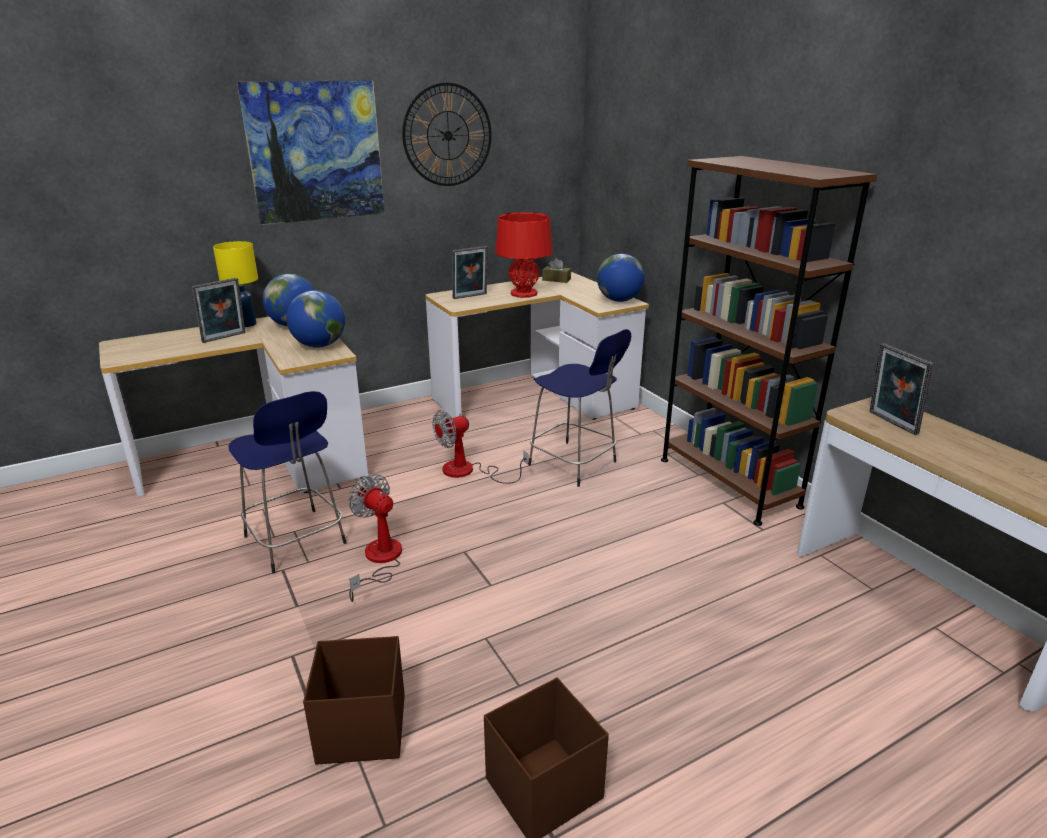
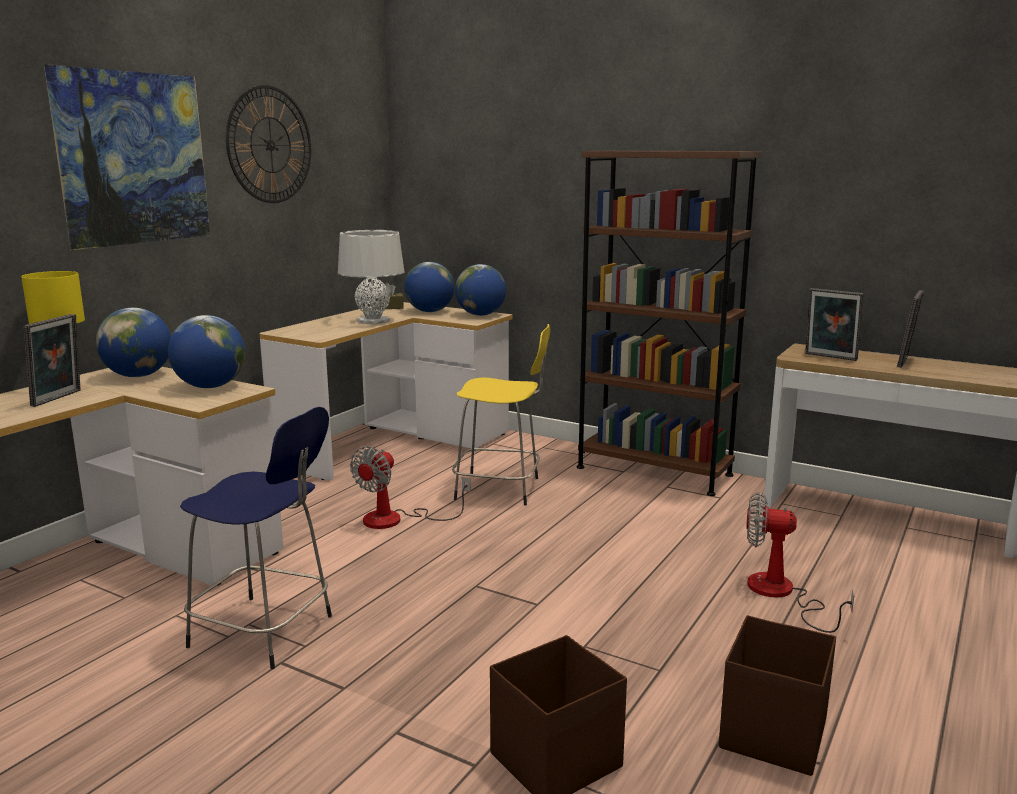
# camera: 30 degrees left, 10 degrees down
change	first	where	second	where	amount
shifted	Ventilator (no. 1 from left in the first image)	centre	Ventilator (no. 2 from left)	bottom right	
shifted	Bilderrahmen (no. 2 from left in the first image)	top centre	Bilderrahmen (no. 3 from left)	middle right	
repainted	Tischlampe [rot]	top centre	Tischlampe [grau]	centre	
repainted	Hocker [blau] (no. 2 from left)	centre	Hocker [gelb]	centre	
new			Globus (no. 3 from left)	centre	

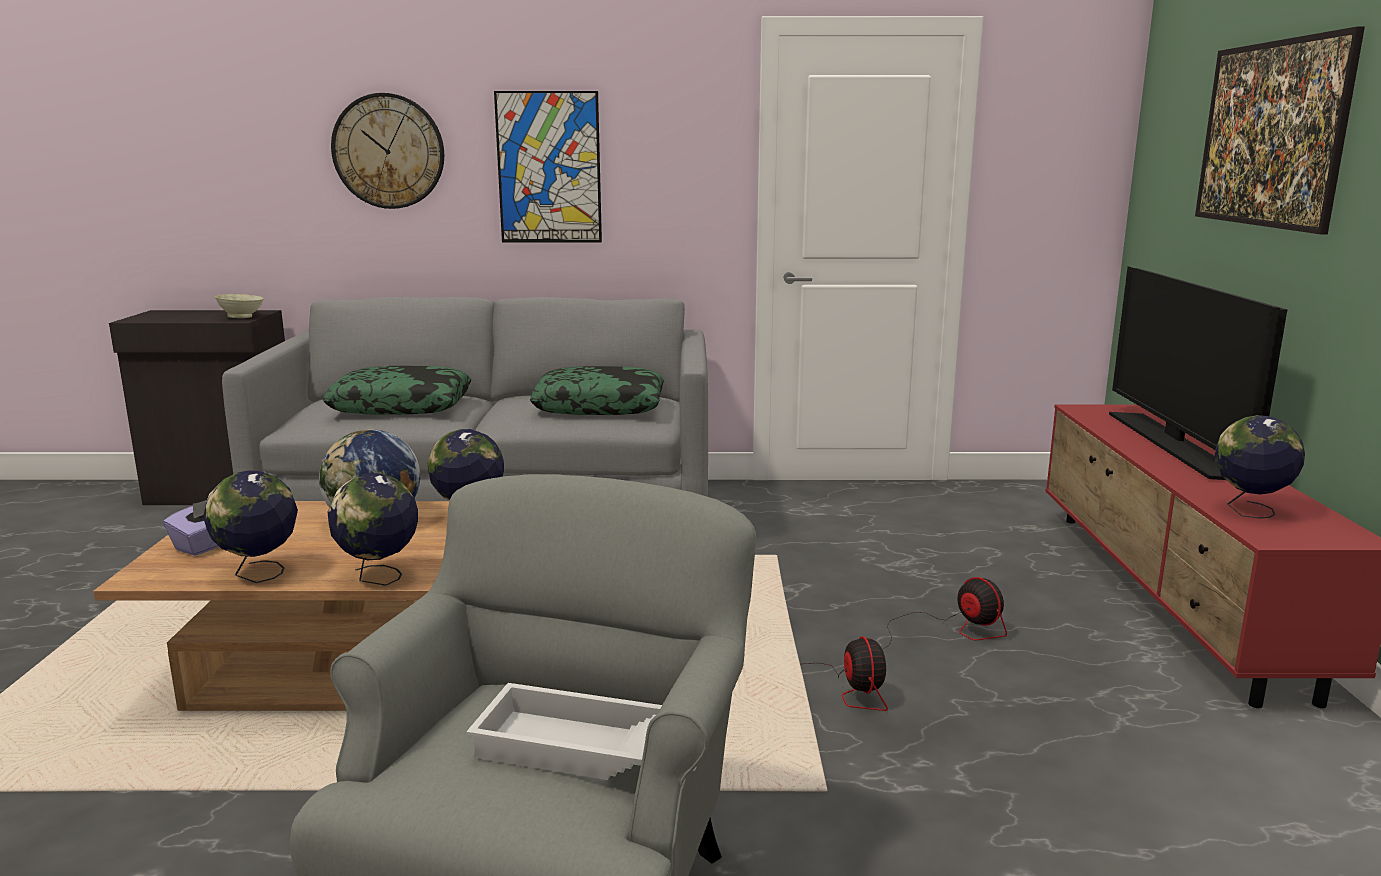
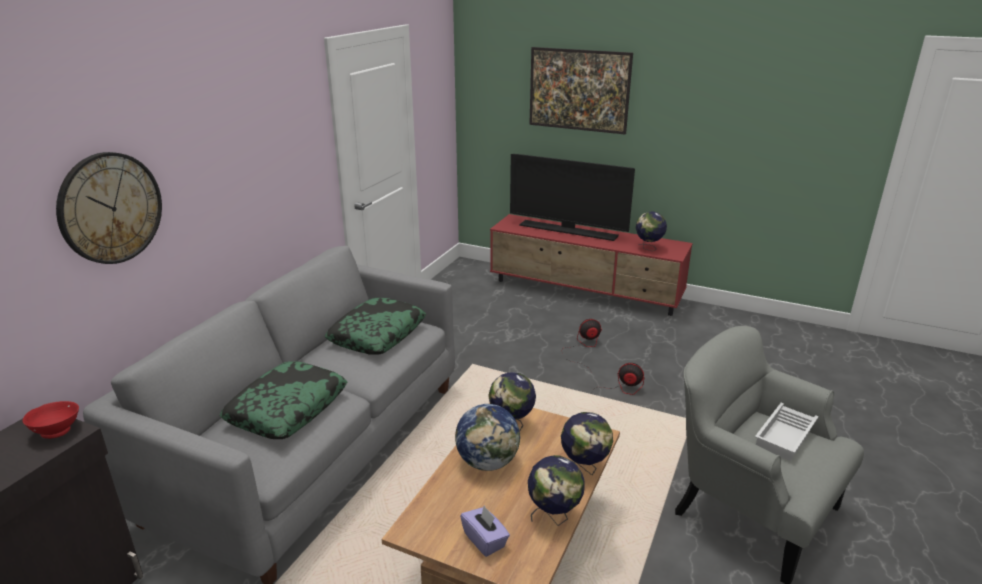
# camera: 65 degrees left, 10 degrees up
change	first	where	second	where	amount
repainted	Schüssel [beige]	middle left	Schüssel [rot]	bottom left	
gone	Bild (no. 1 from left)	top centre			

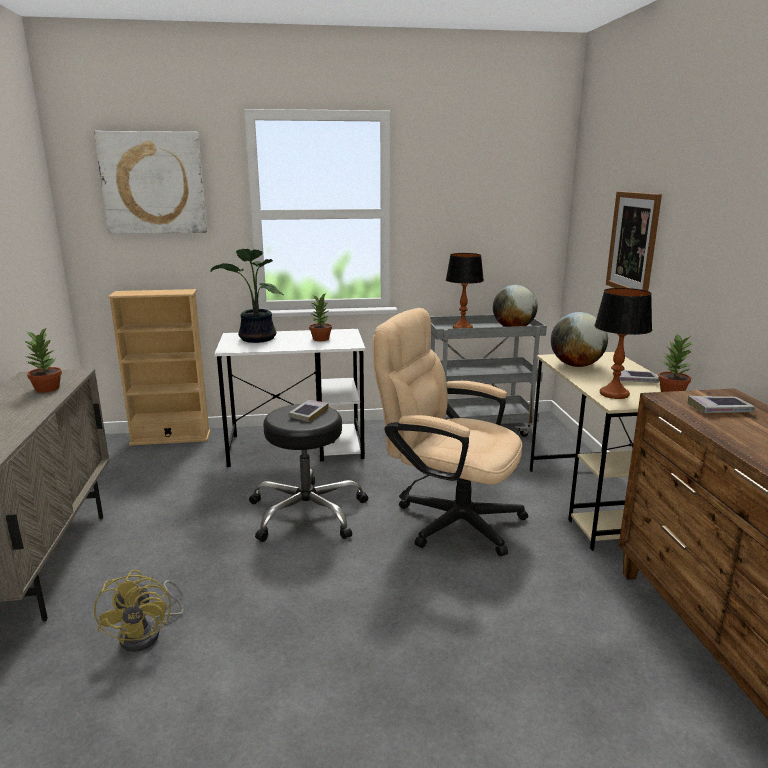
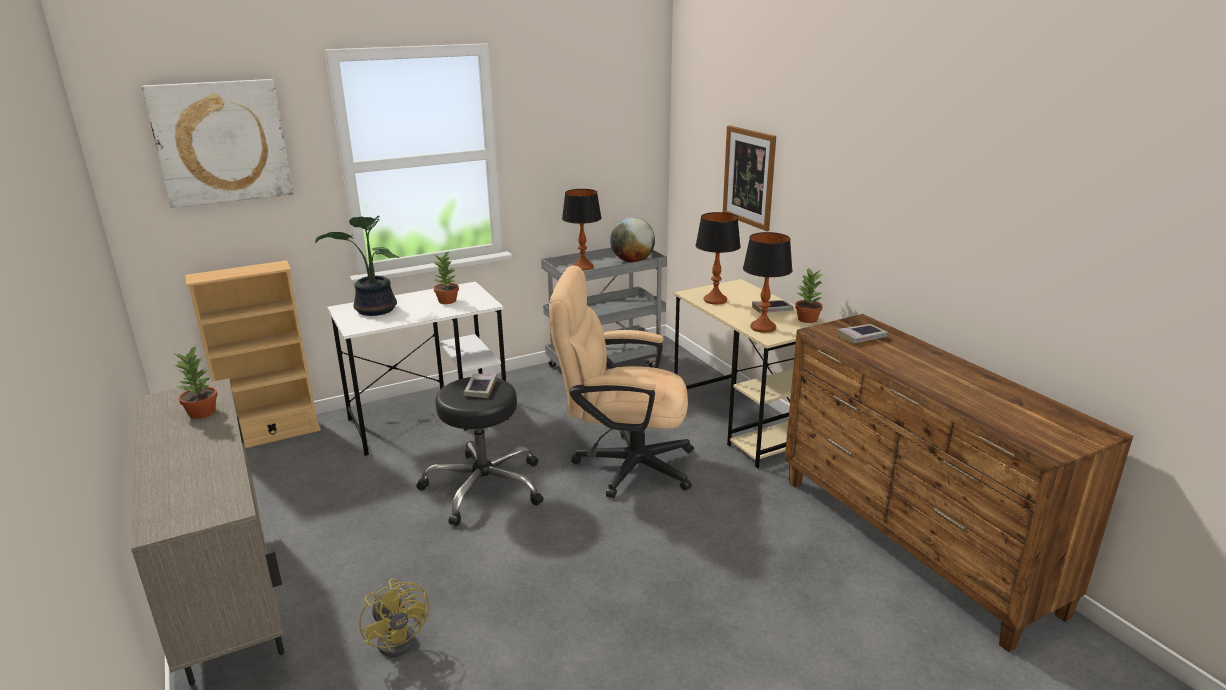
# camera: 20 degrees left, 5 degrees up
change	first	where	second	where	amount
swapped	Globus (no. 2 from left)	middle right	Tischlampe (no. 2 from left)	centre	

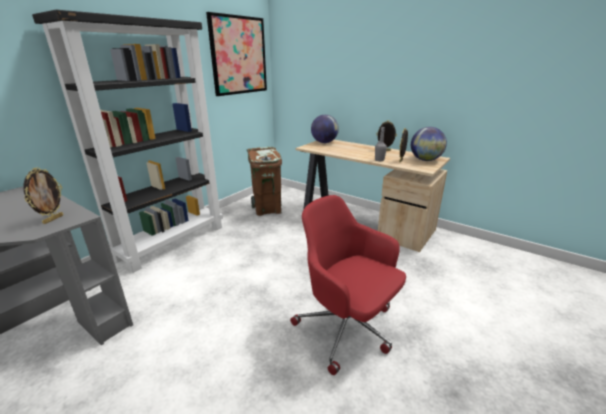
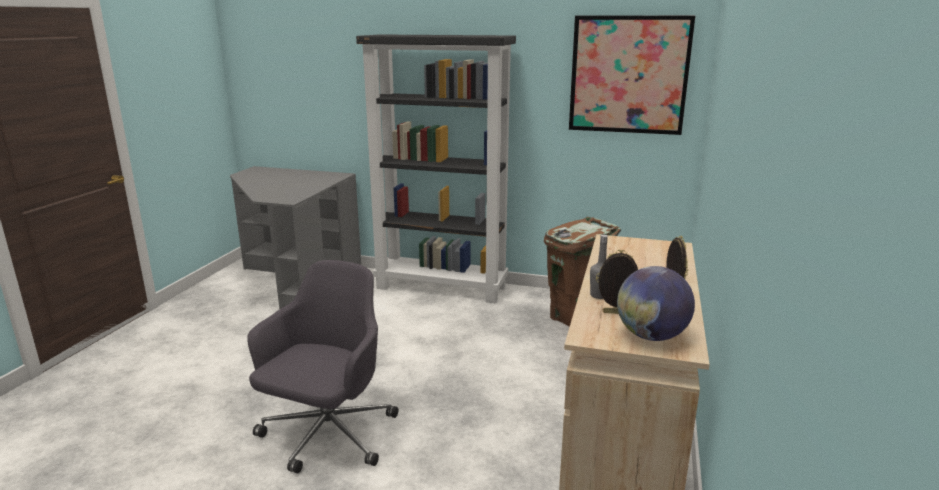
# camera: 70 degrees right, 5 degrees down
change	first	where	second	where	amount
gone	Bilderrahmen (no. 1 from left)	middle left			
repainted	Bürostuhl [rot]	bottom centre	Bürostuhl [grau]	bottom centre	
gone	Globus (no. 1 from left)	top centre			

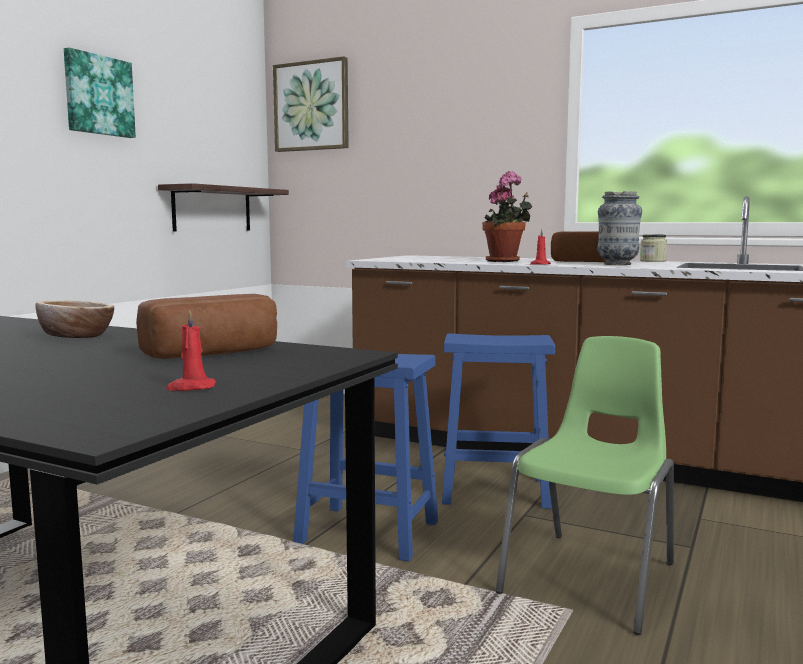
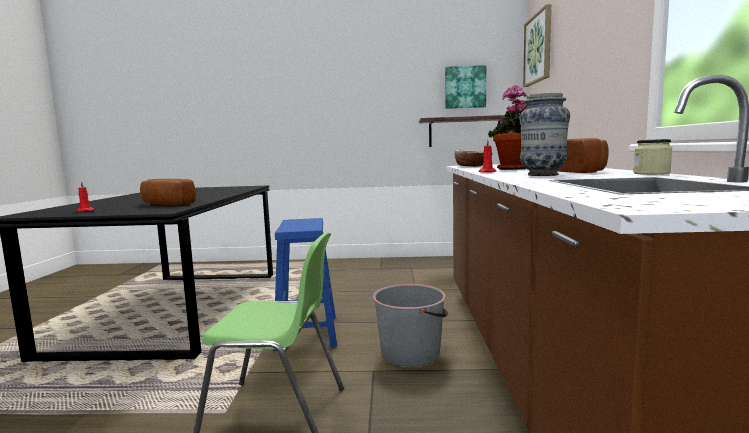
# camera: 65 degrees right, 0 degrees up
change	first	where	second	where	amount
shifted	Schüssel	middle left		centre	
shifted	Bild (no. 1 from left)	top left		top centre	
swapped	Hocker [blau] (no. 2 from left)	centre	Eimer [grau]	bottom centre	

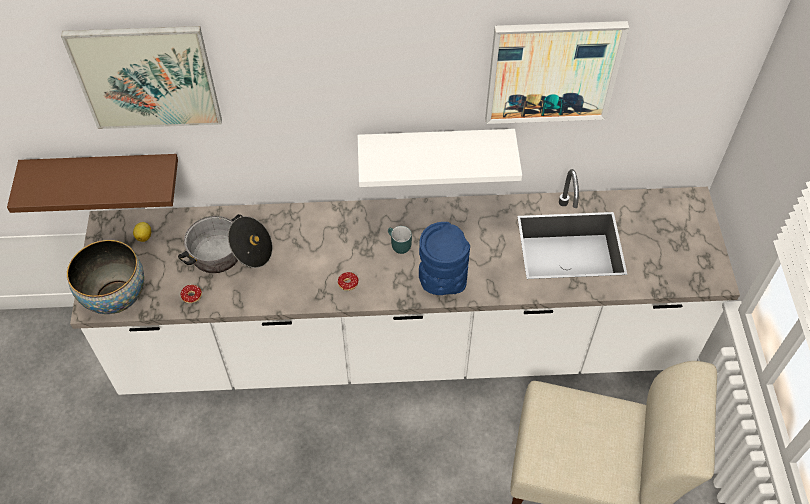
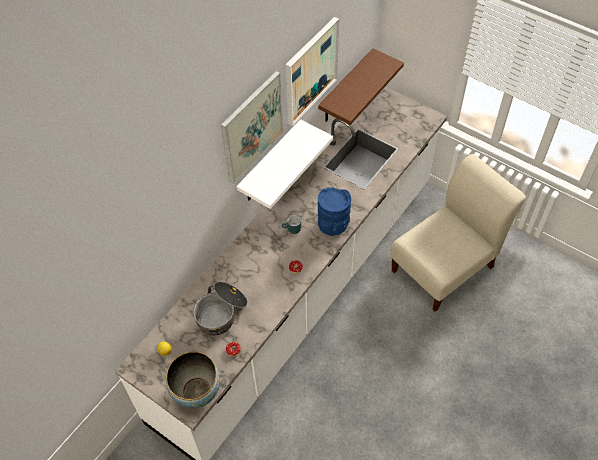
# camera: 50 degrees left, 0 degrees up
change	first	where	second	where	amount
shifted	Wandregal [braun]	middle left		top centre	
shifted	Bild (no. 1 from left)	top left		top centre	

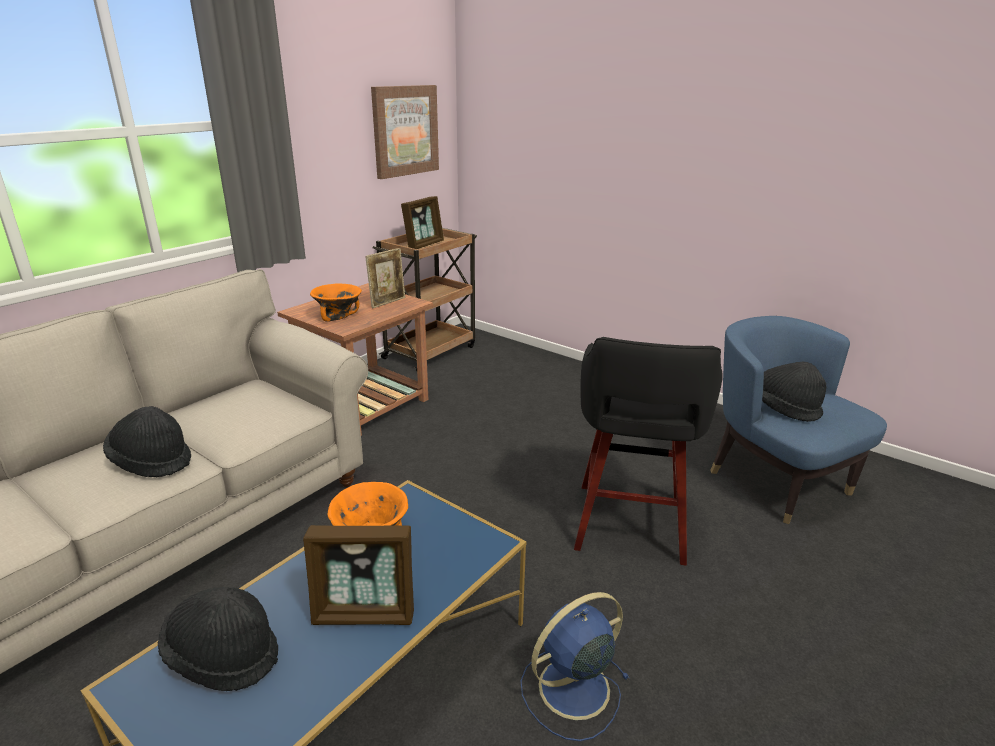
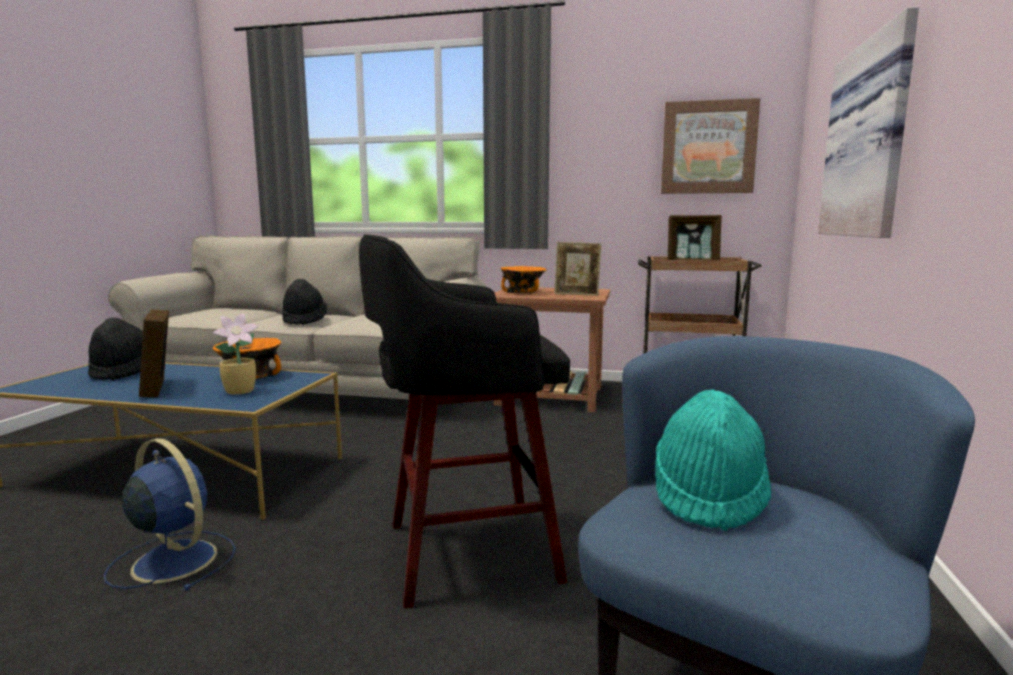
# camera: 65 degrees right, 15 degrees down
change	first	where	second	where	amount
repainted	Hut [schwarz] (no. 3 from left)	middle right	Hut [türkis]	bottom right	
new			Topfpflanze	middle left	
new			Bild (no. 2 from left)	top right	

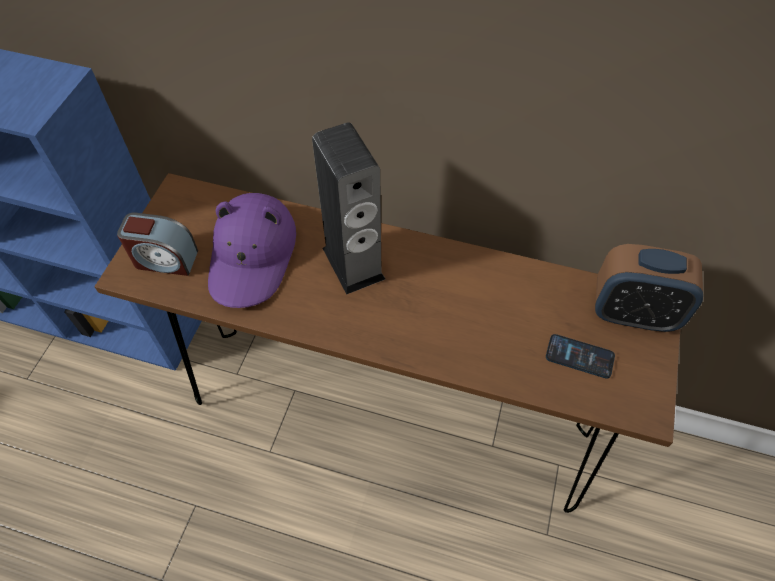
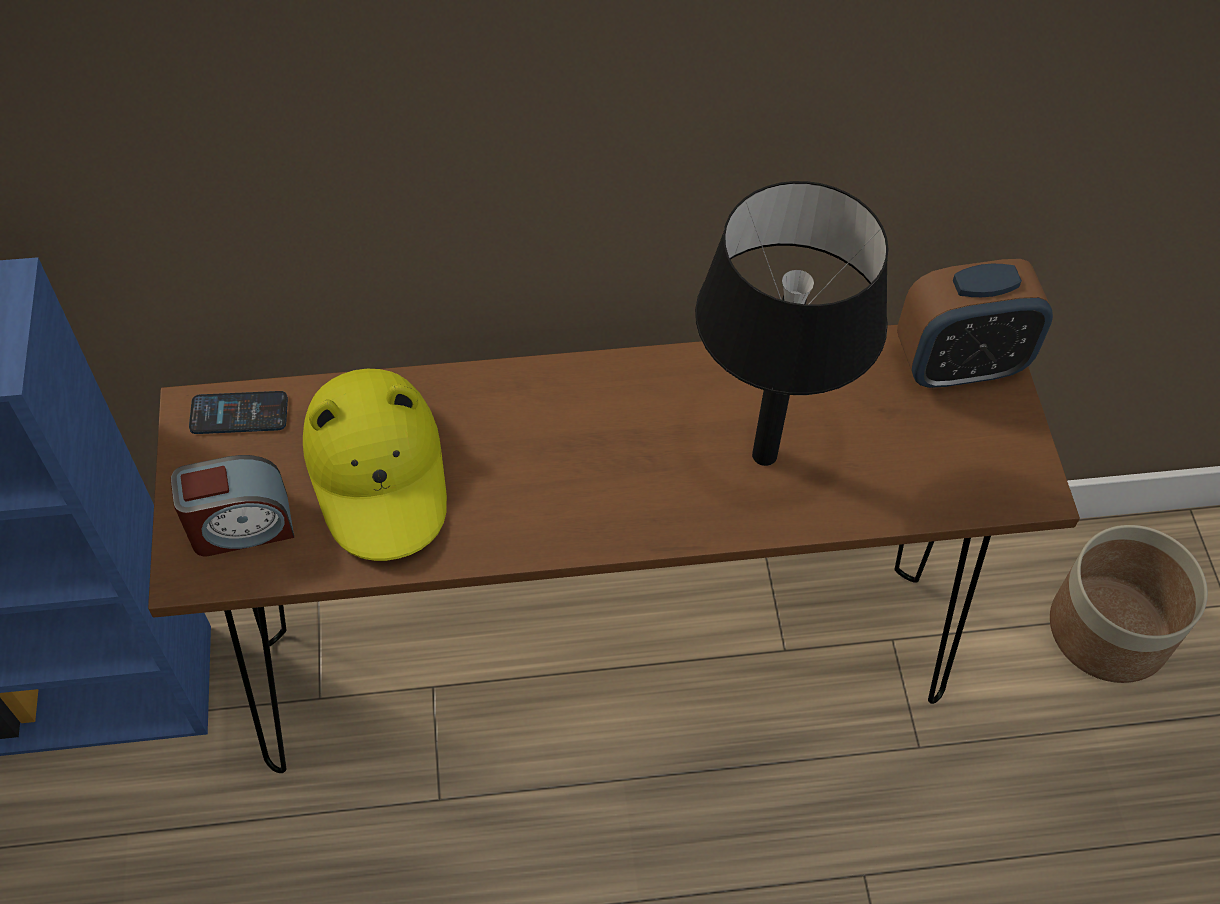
# camera: 25 degrees left, 0 degrees up
change	first	where	second	where	amount
repainted	Hut [lila]	middle left	Hut [gelb]	middle left	
gone	Lautsprecher	centre			
shifted	Handy	middle right		middle left	
new			Tischlampe [schwarz]	centre	
new			Pflanzkübel	bottom right	

